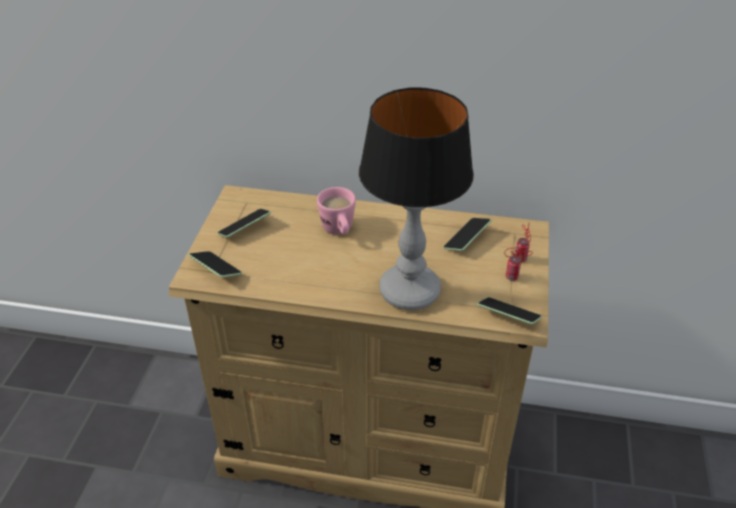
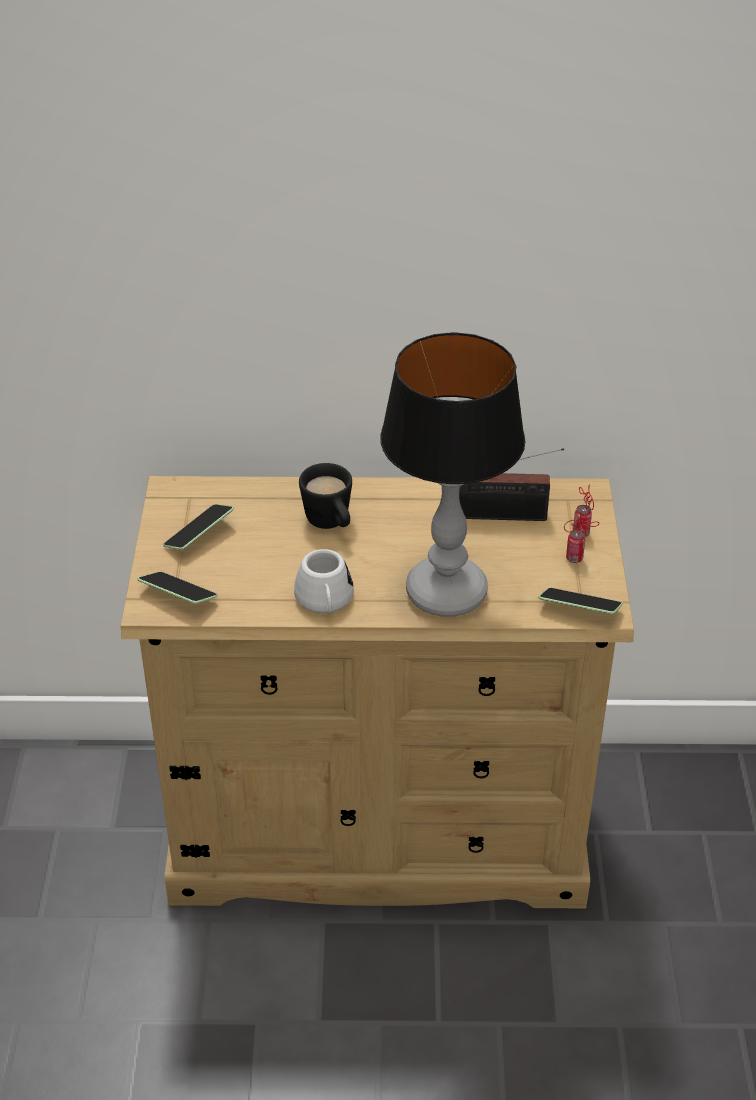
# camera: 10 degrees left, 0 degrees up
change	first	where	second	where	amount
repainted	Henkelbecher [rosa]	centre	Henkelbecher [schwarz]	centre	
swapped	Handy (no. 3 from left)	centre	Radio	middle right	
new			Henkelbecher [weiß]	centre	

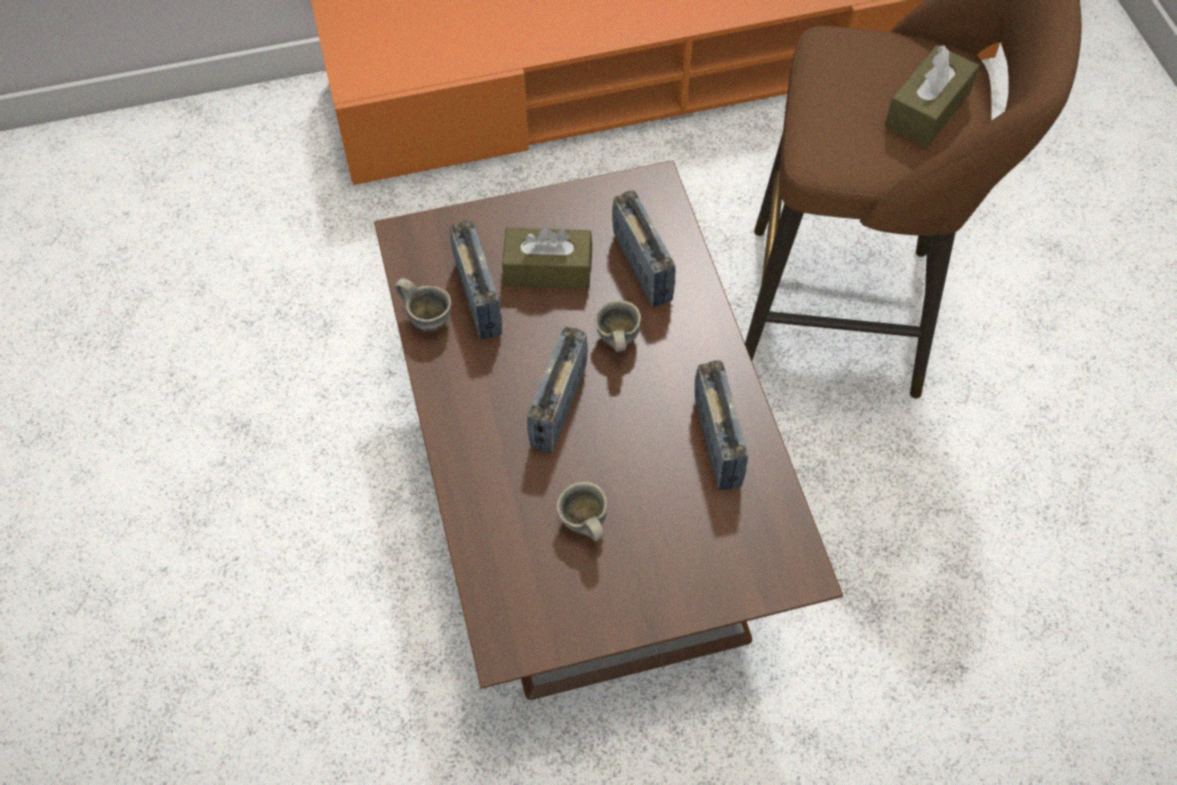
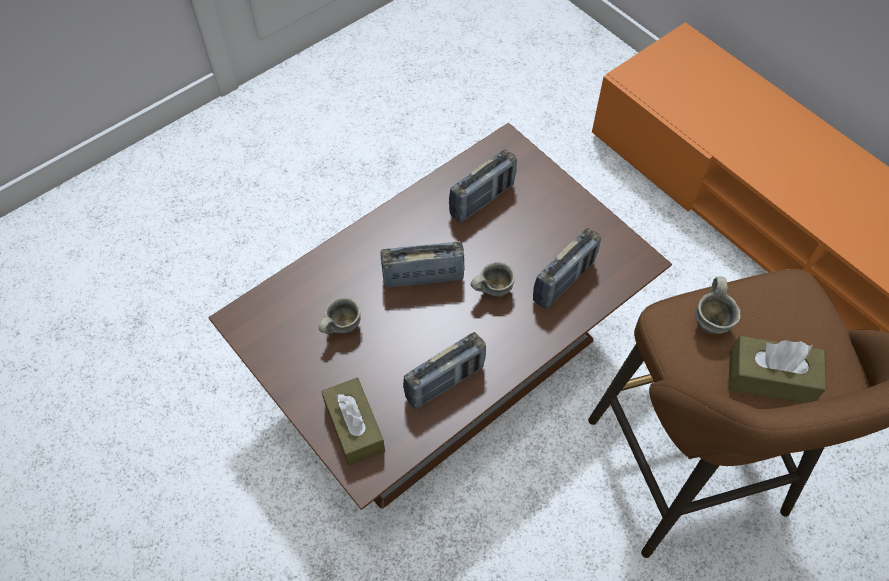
# camera: 65 degrees right, 0 degrees up
change	first	where	second	where	amount
shifted	Henkelbecher [grau] (no. 1 from left in the first image)	centre	Henkelbecher [grau] (no. 3 from left)	middle right	
shifted	Taschentuchbox [braun] (no. 1 from left)	top centre		bottom centre	

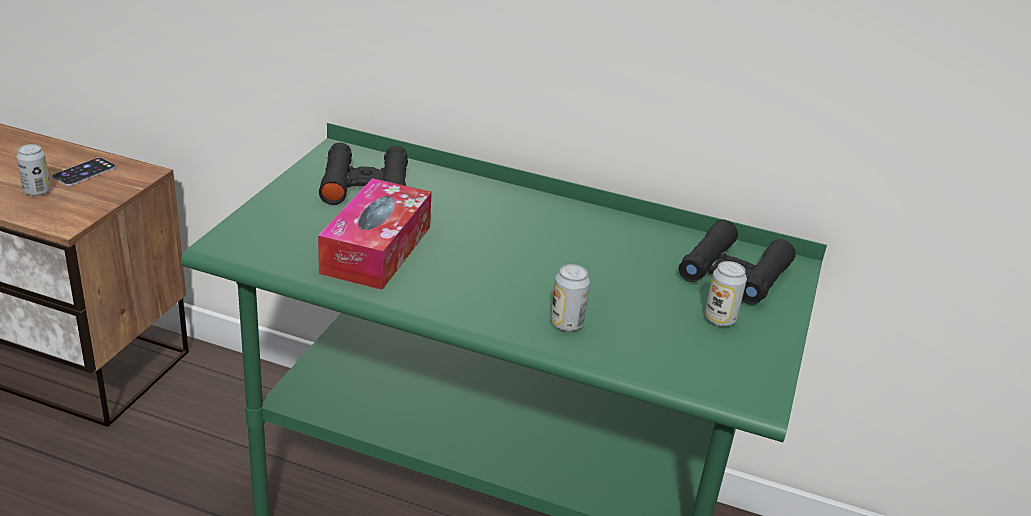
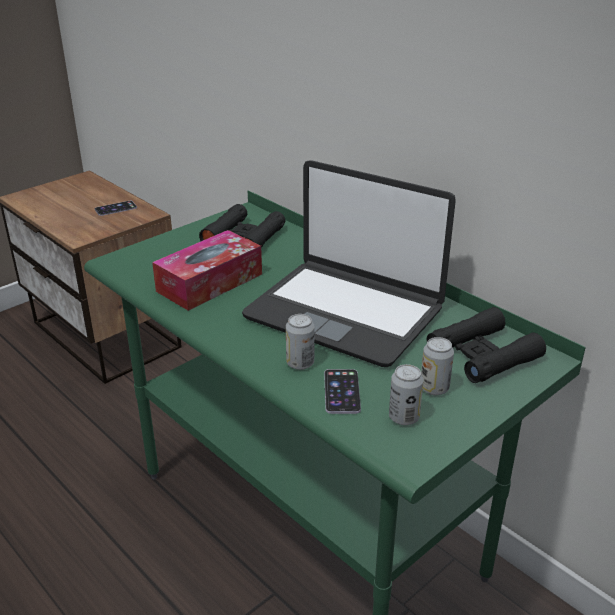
# camera: 30 degrees right, 0 degrees up
change	first	where	second	where	amount
shifted	Dose (no. 1 from left in the first image)	top left	Dose (no. 2 from left)	centre	
new			Laptop	centre	
new			Handy (no. 2 from left)	centre	

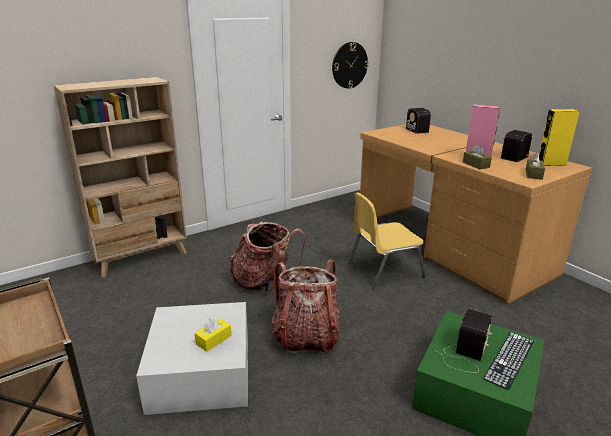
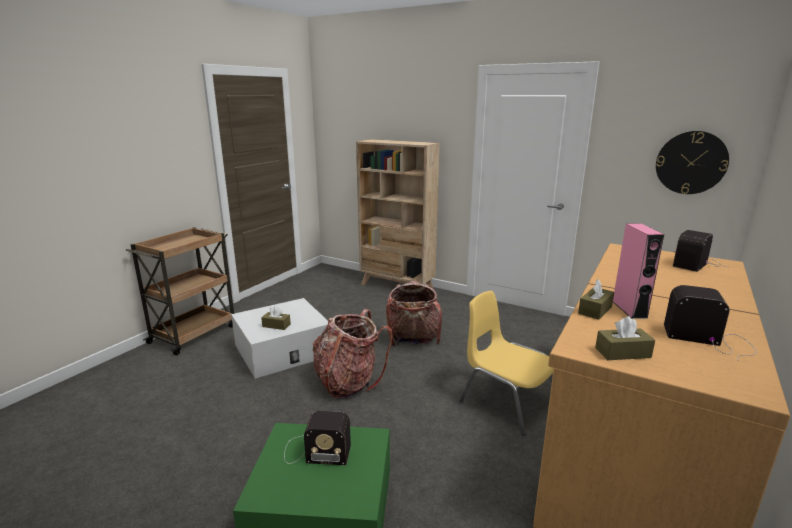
# camera: 65 degrees right, 5 degrees down
change	first	where	second	where	amount
repainted	Taschentuchbox [gelb]	bottom centre	Taschentuchbox [braun] (no. 1 from left)	centre	
gone	Tastatur	bottom right			
gone	Lautsprecher [gelb]	top right			

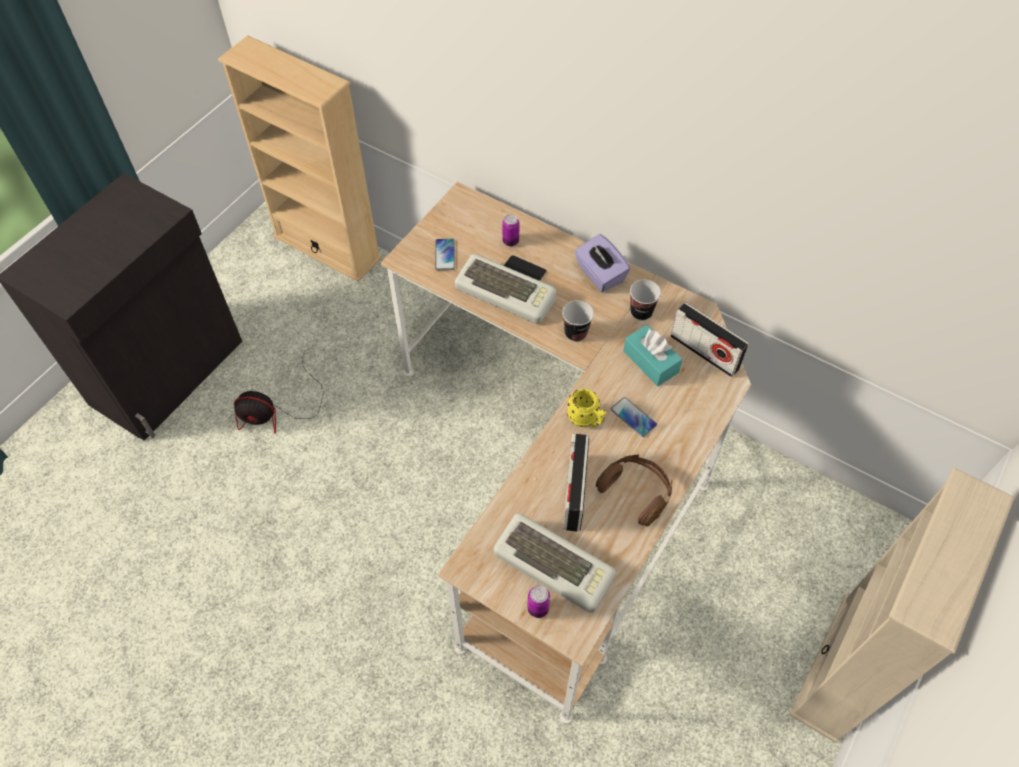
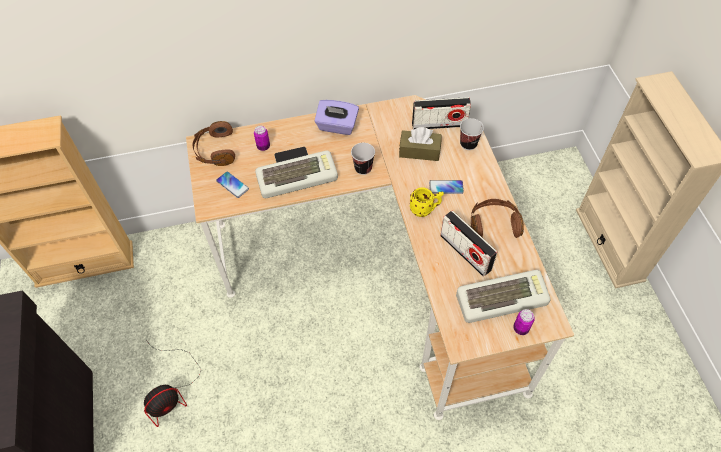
# camera: 45 degrees left, 0 degrees up
change	first	where	second	where	amount
repainted	Taschentuchbox [türkis]	centre	Taschentuchbox [braun]	top centre	
shifted	Tasse (no. 2 from left)	centre		top centre	
new			Kopfhörer [braun] (no. 1 from left)	top left	

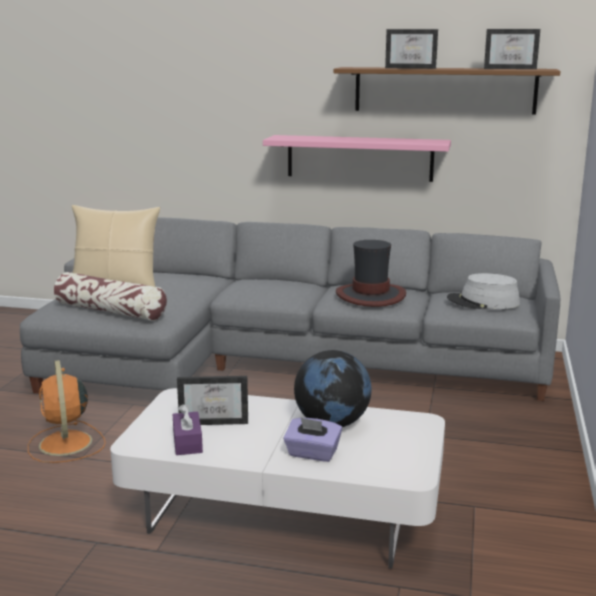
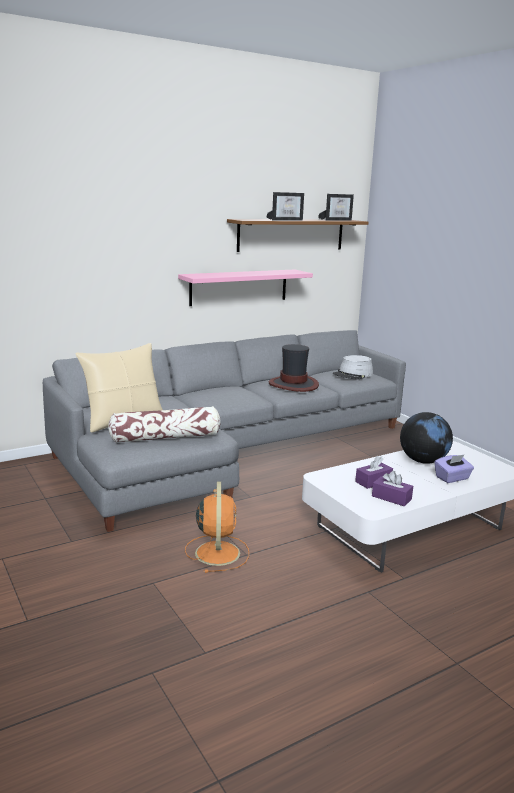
# camera: 45 degrees left, 0 degrees up
change	first	where	second	where	amount
rotated	Ventilator [orange]	bottom left		centre	120 degrees counterclockwise
swapped	Bilderrahmen (no. 1 from left)	bottom centre	Taschentuchbox [lila] (no. 1 from left)	middle right	

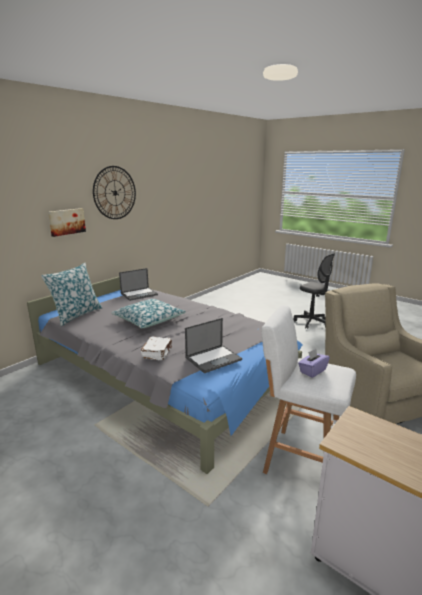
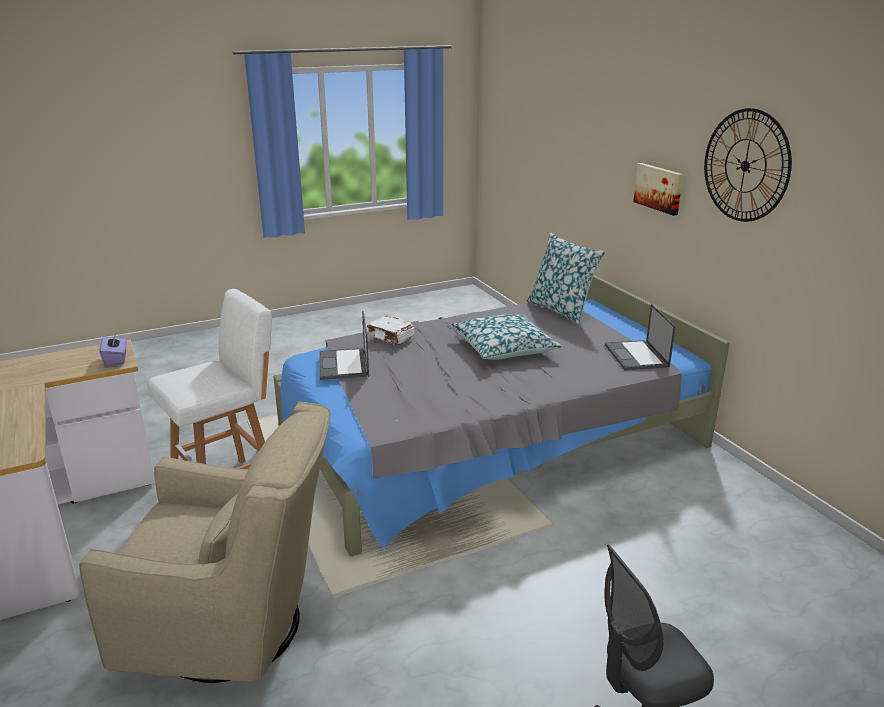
# camera: 115 degrees right, 5 degrees up
change	first	where	second	where	amount
shifted	Taschentuchbox [lila]	middle right		middle left	

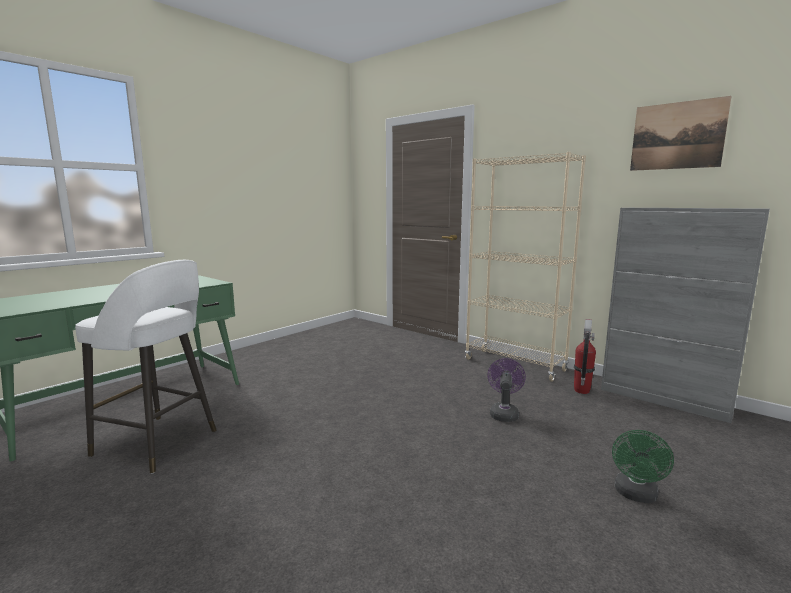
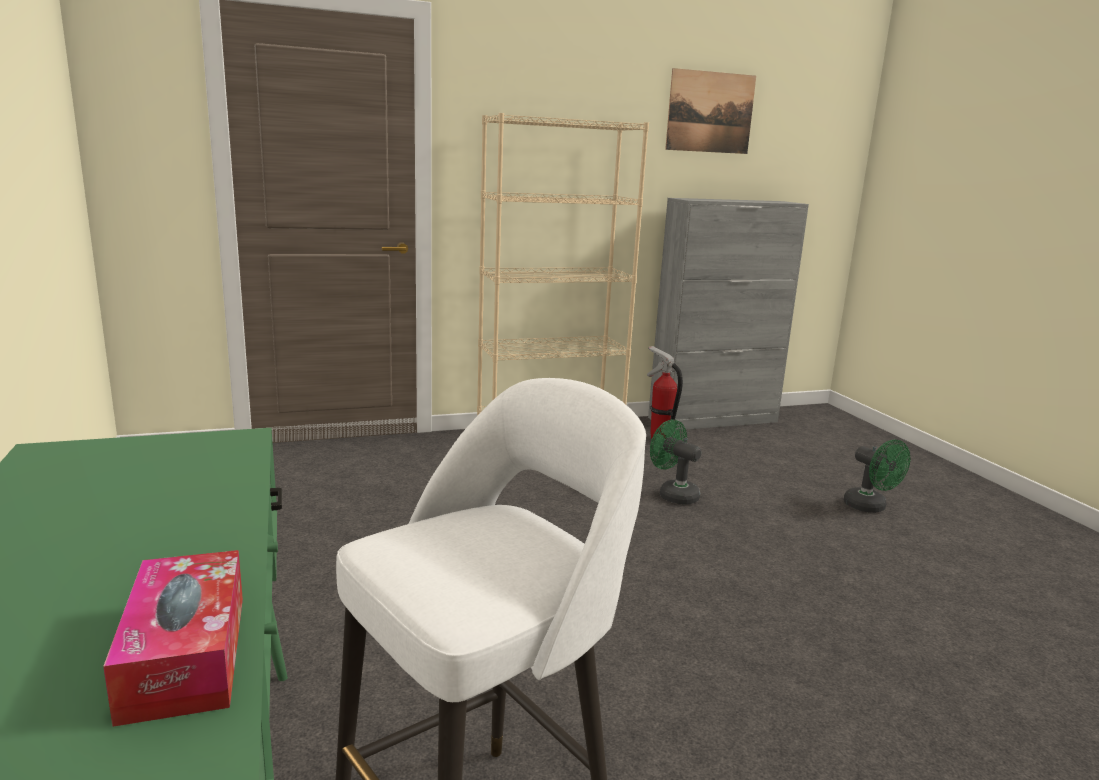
# camera: 60 degrees left, 5 degrees up
change	first	where	second	where	amount
repainted	Ventilator [lila]	centre	Ventilator [grün] (no. 1 from left)	centre	
new			Taschentuchbox	bottom left	

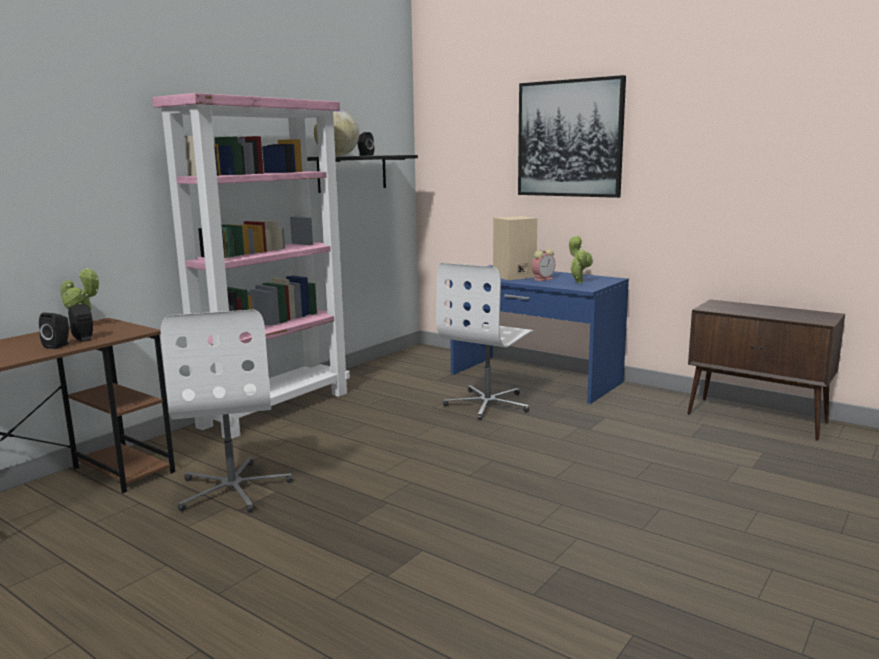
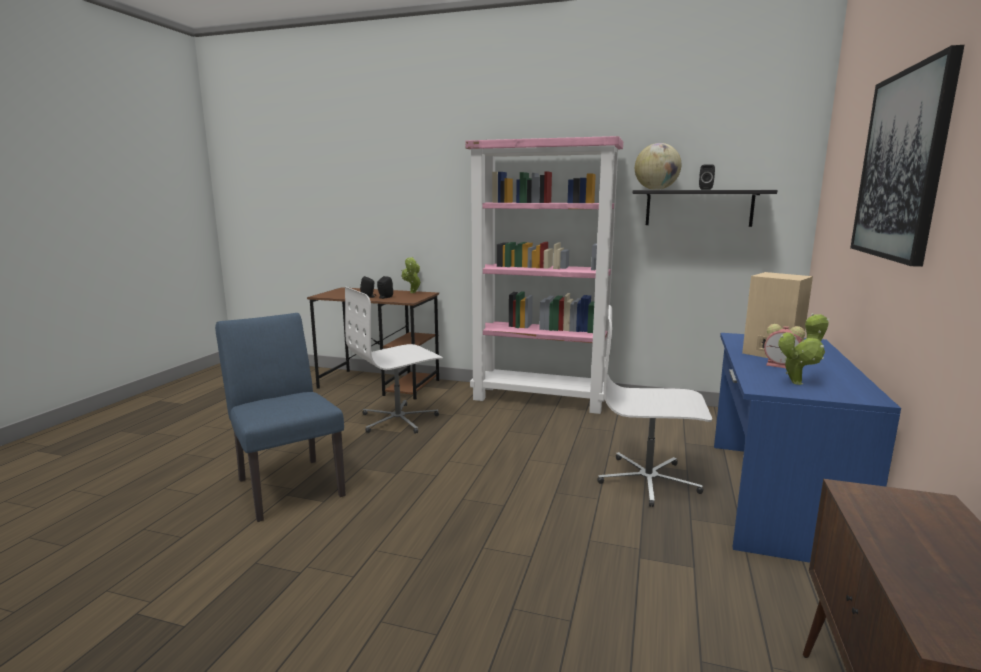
# camera: 70 degrees right, 0 degrees up
change	first	where	second	where	amount
new			Stuhl [blau]	middle left	

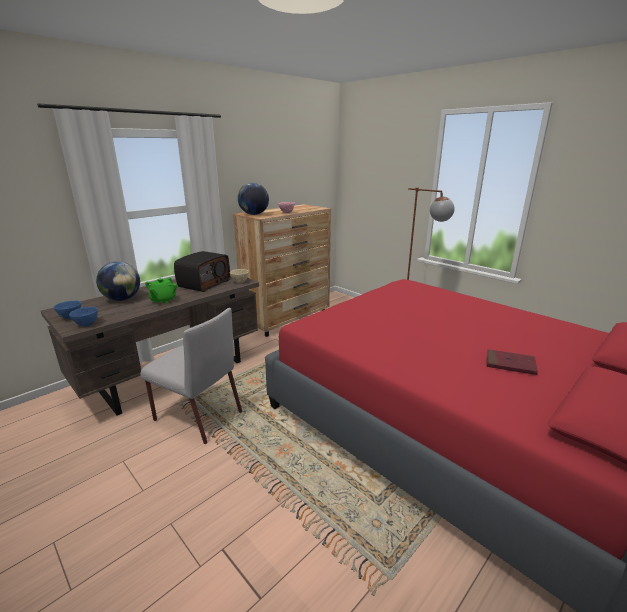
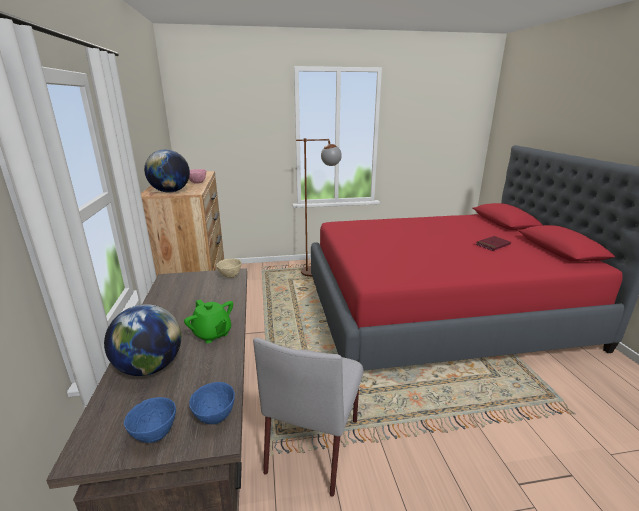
# camera: 55 degrees left, 0 degrees up
change	first	where	second	where	amount
rotated	Stuhl [grau]	middle left		bottom centre	135 degrees clockwise
gone	Radio	middle left			

